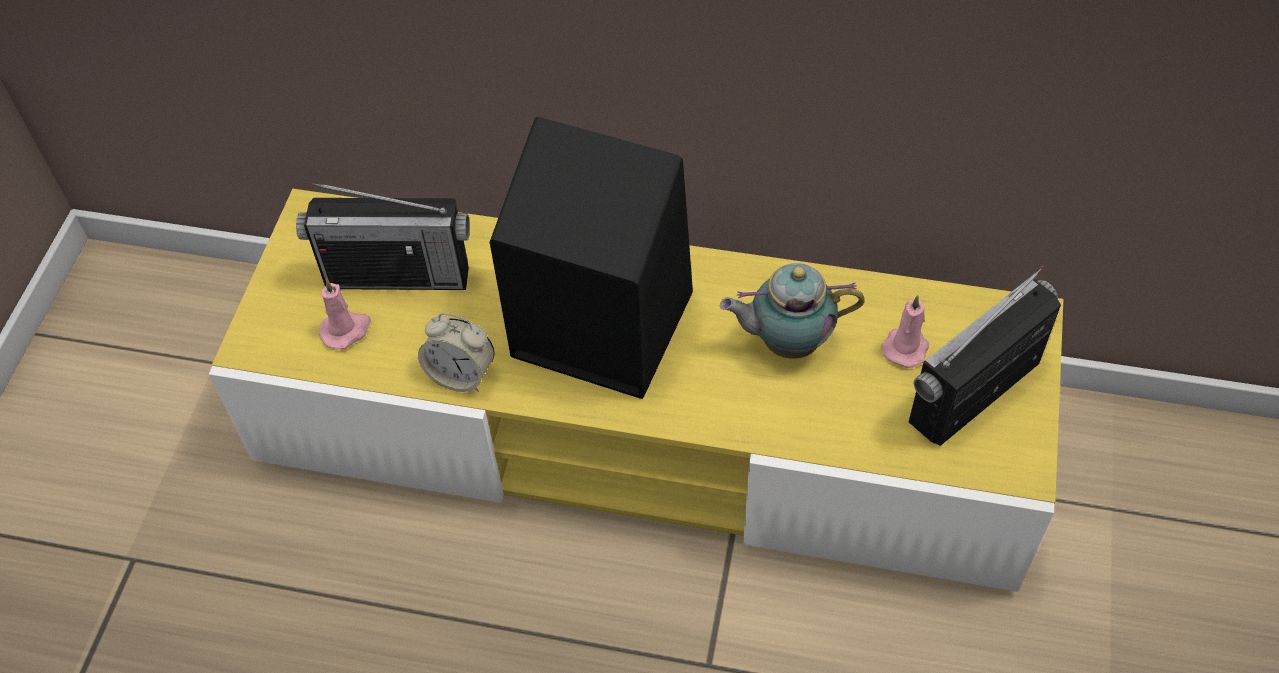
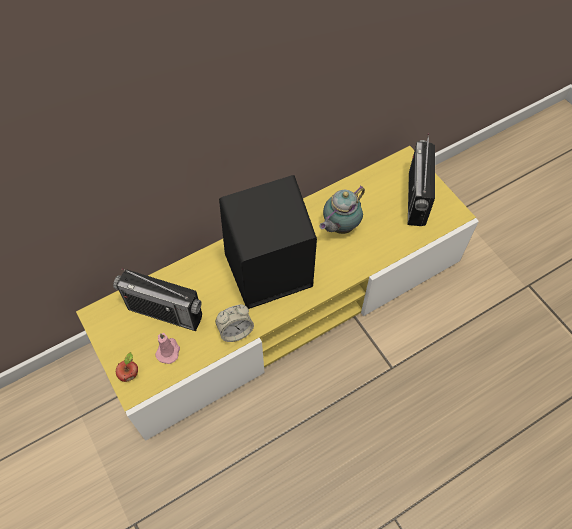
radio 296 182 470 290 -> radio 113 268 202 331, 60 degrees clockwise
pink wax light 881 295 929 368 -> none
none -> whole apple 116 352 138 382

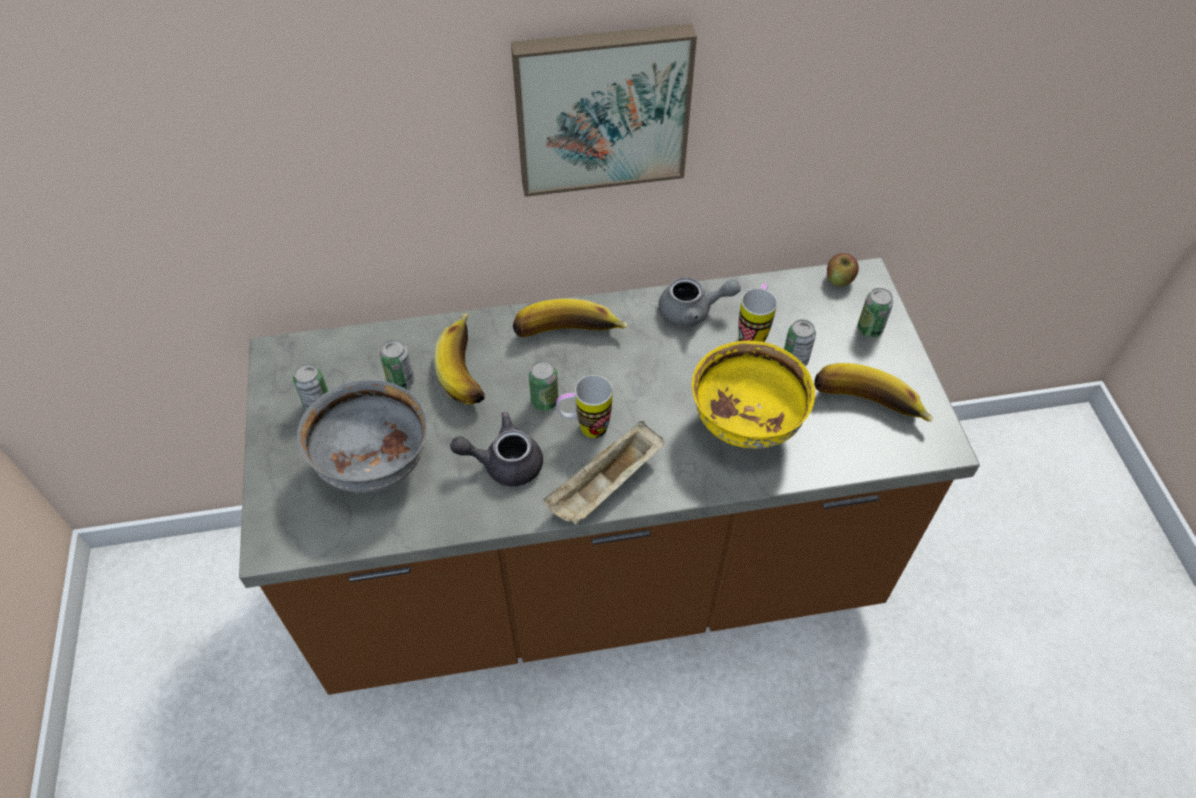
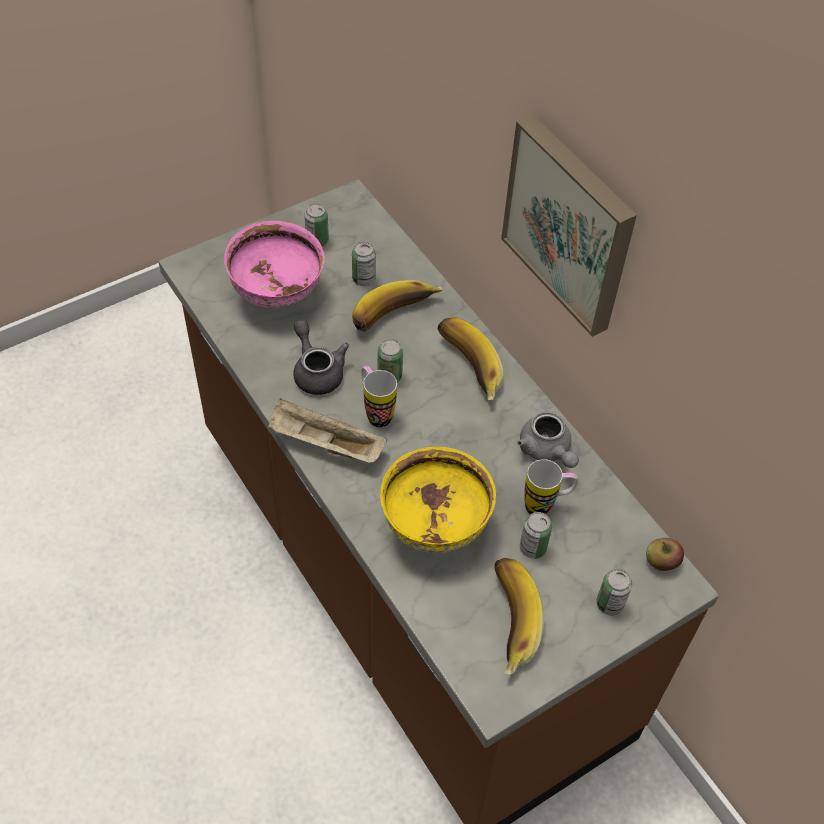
gray serving bowl 297 380 427 493 -> pink serving bowl 224 221 325 309

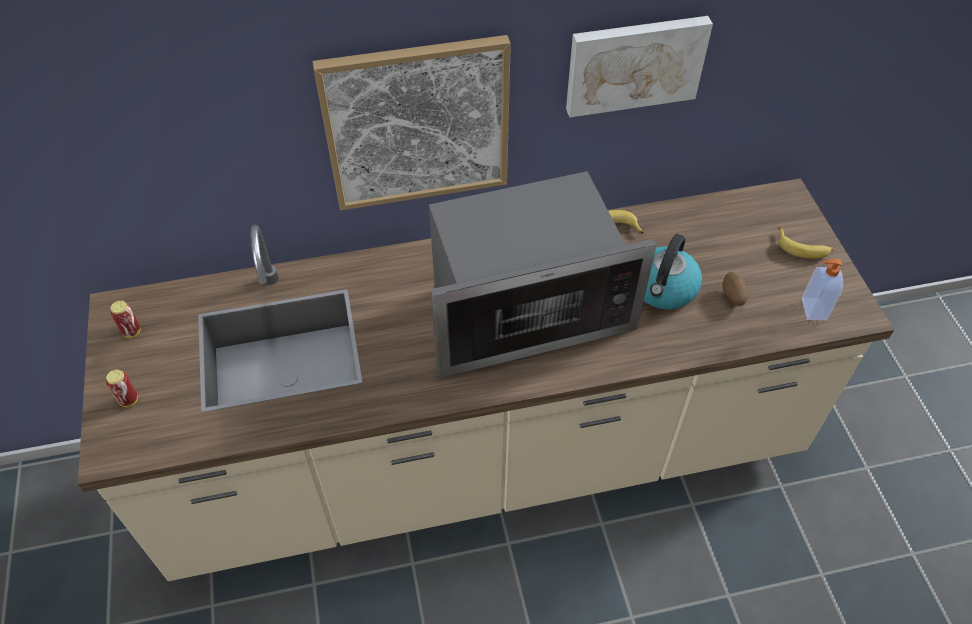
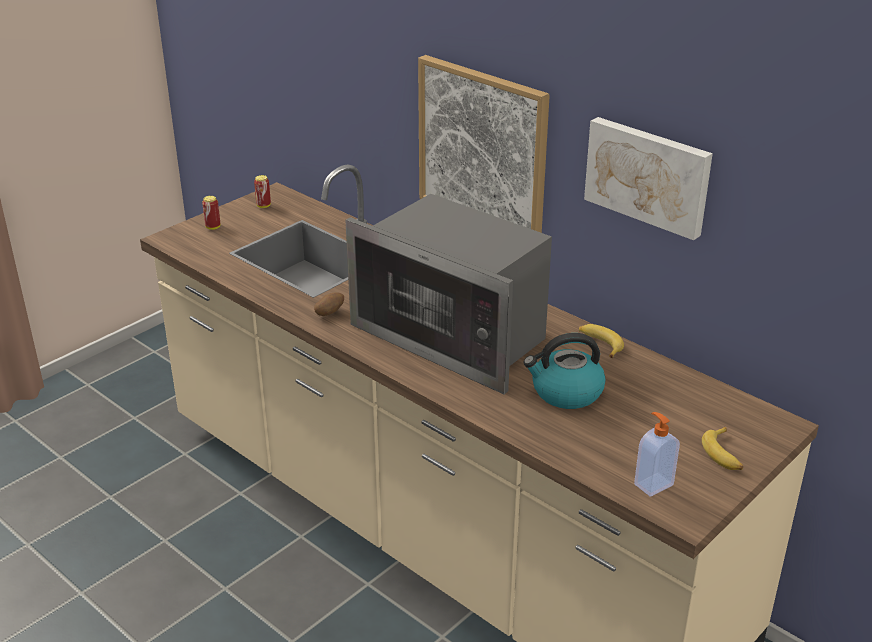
spud 723 272 748 306 -> spud 314 292 344 316, move

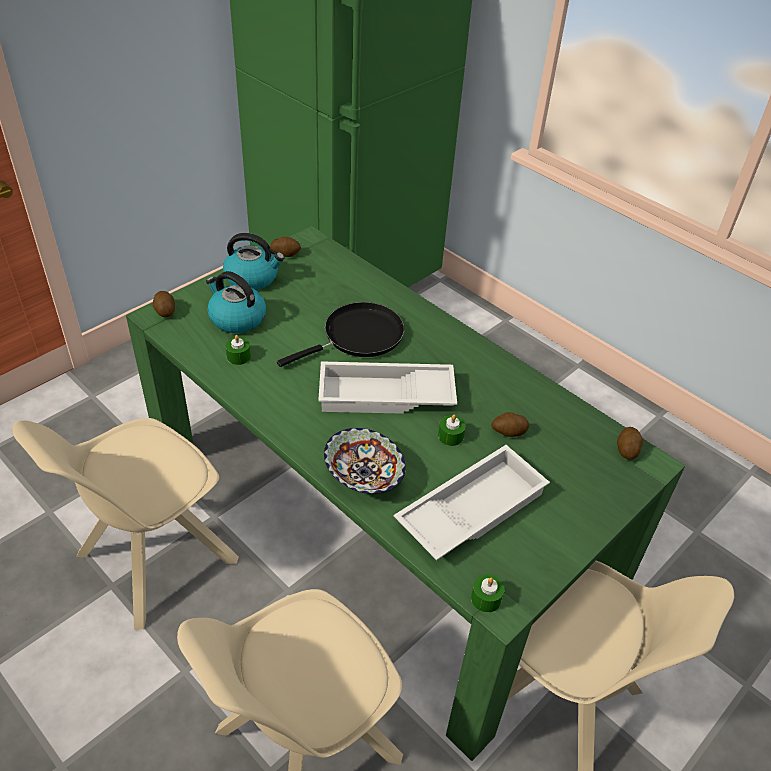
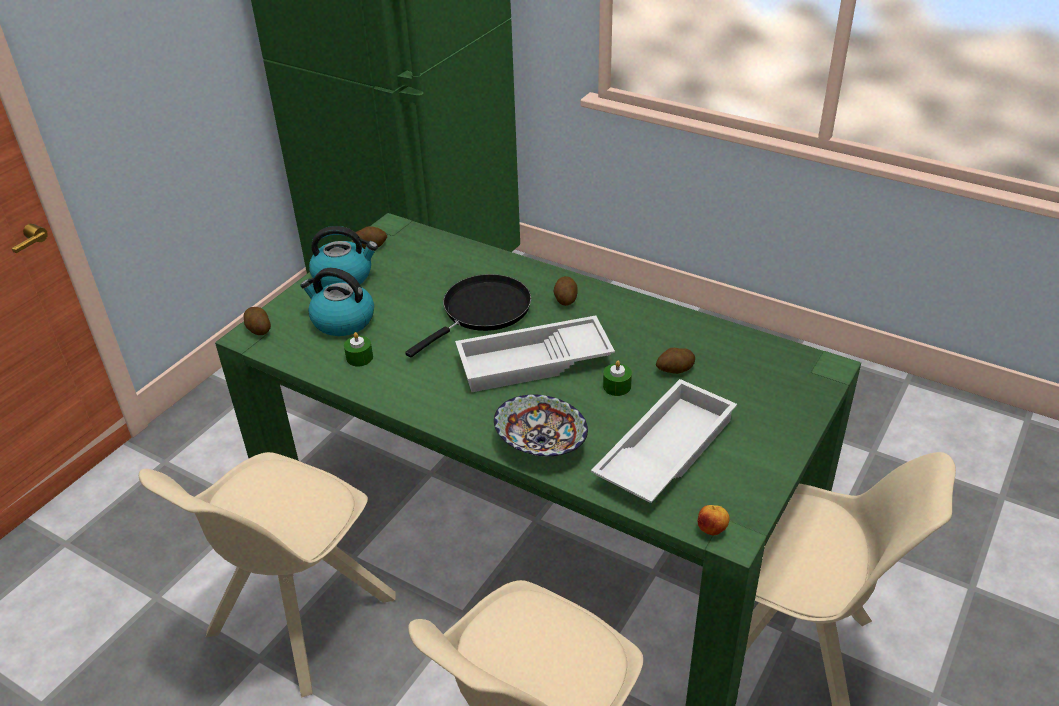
greenish wax light 471 574 505 612 -> whole apple 697 505 730 536
spud 617 427 643 460 -> spud 553 276 578 306, move

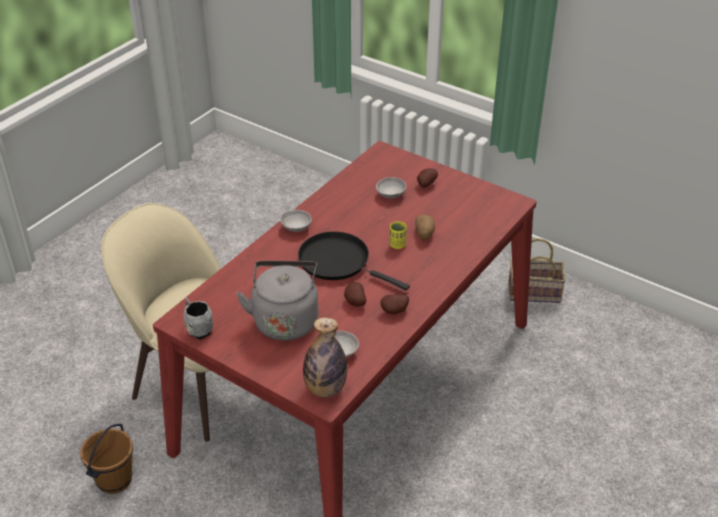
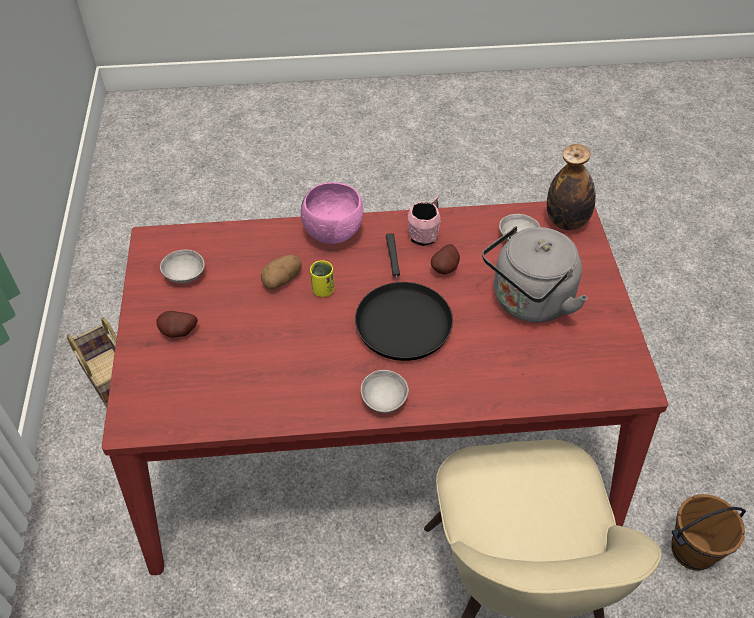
gray tea mug 183 297 213 340 -> none
gray serving bowl 376 177 406 199 -> gray serving bowl 160 250 205 283, move
spud 380 294 409 314 -> pink tea mug 408 196 441 246
none -> pink serving bowl 301 182 363 244

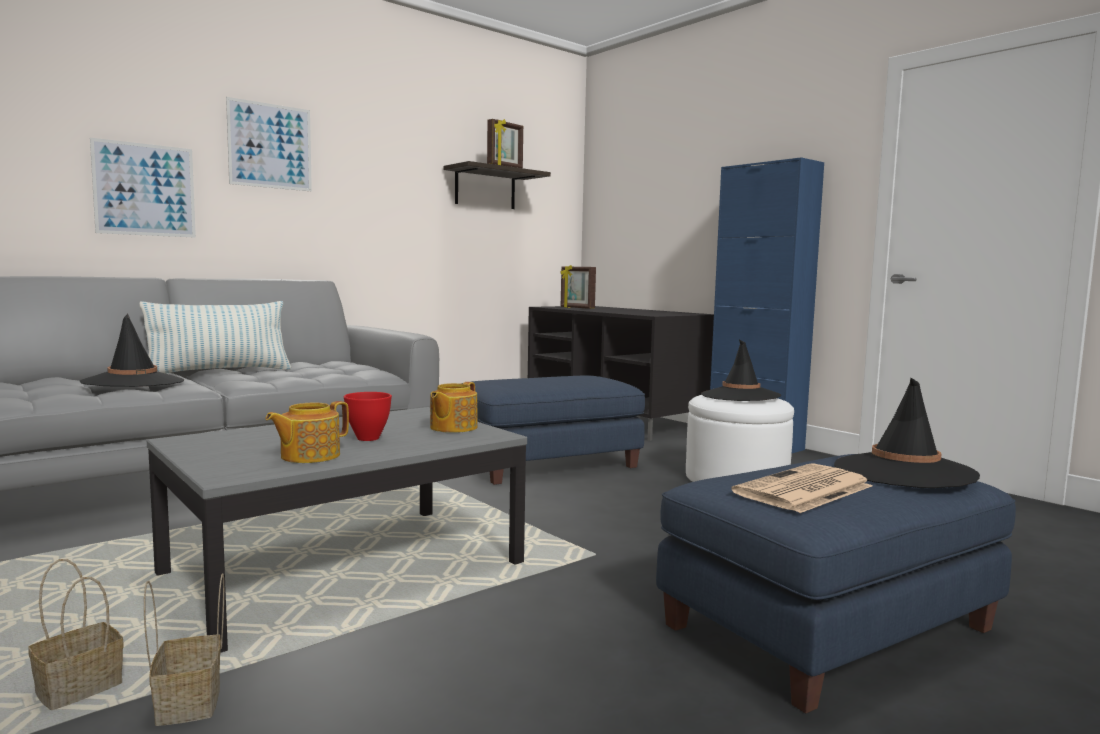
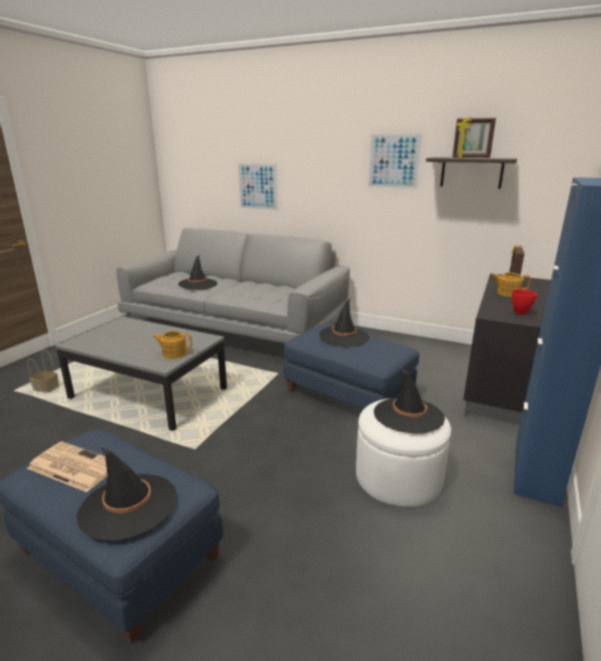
throw pillow 139 301 291 374 -> none
household basket 144 573 224 726 -> none
wall art 226 97 312 191 -> wall art 368 134 422 189, move
teapot 265 401 349 463 -> teapot 492 273 530 297, move
reddish serving bowl 344 392 392 441 -> reddish serving bowl 512 289 537 315, move
none -> black hat 319 299 369 347

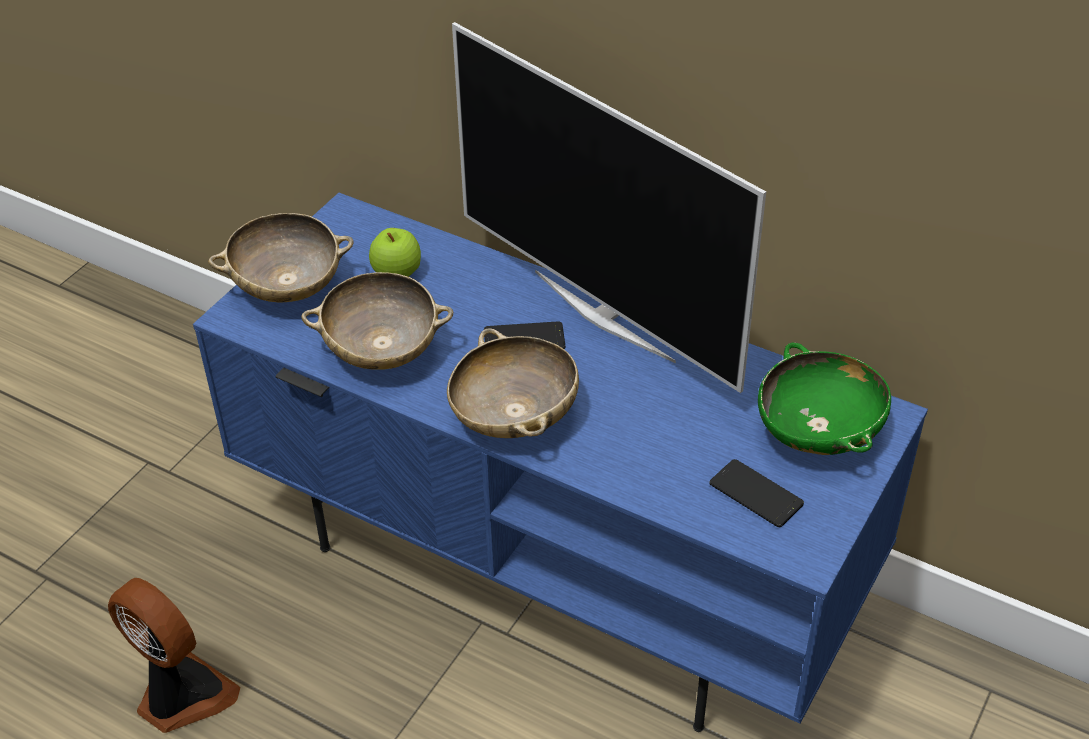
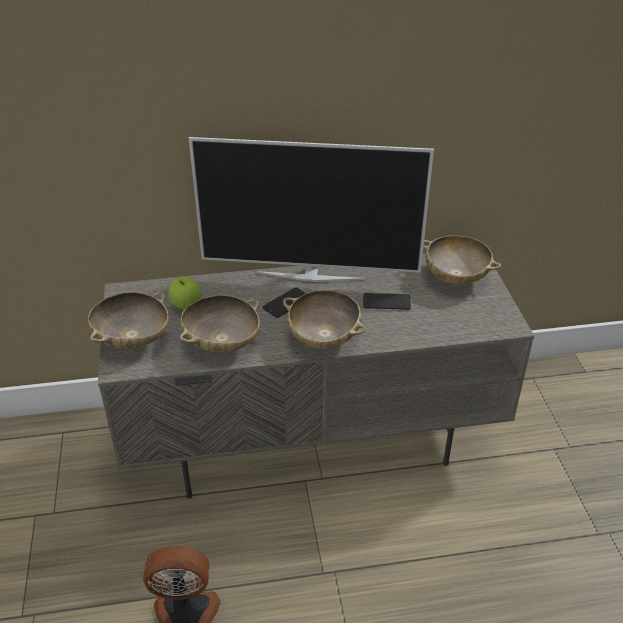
bluish tv stand 193 193 928 732 -> gray tv stand 98 254 534 499
handset 709 459 804 527 -> handset 363 293 411 310, move
greenish serving bowl 758 342 891 455 -> beige-coloured serving bowl 423 235 501 285

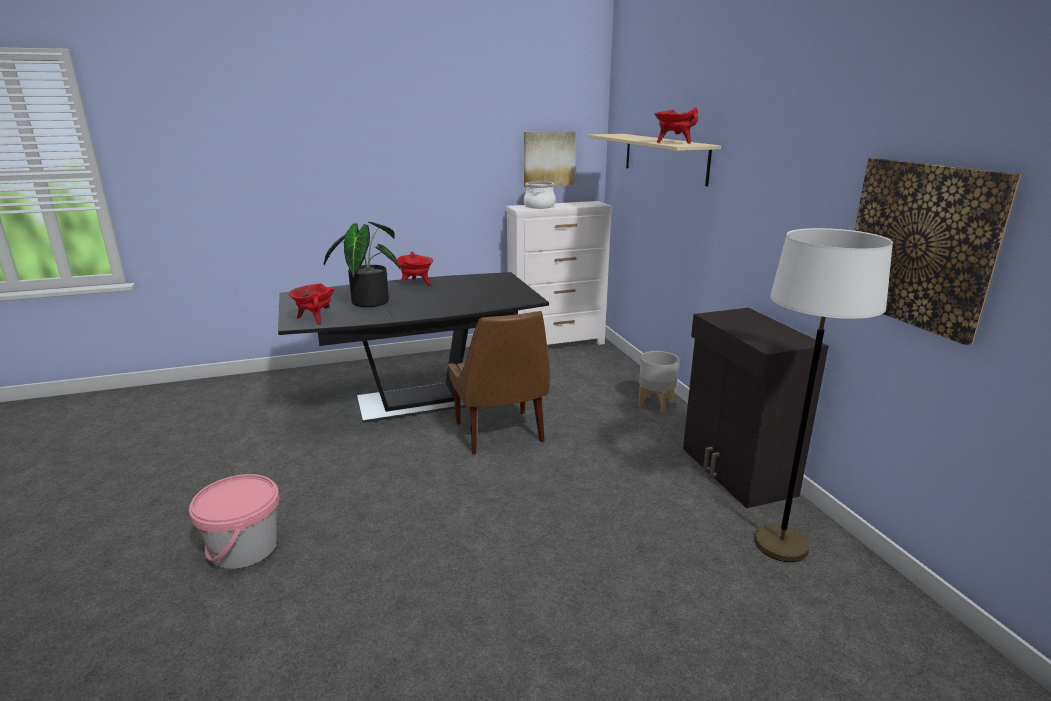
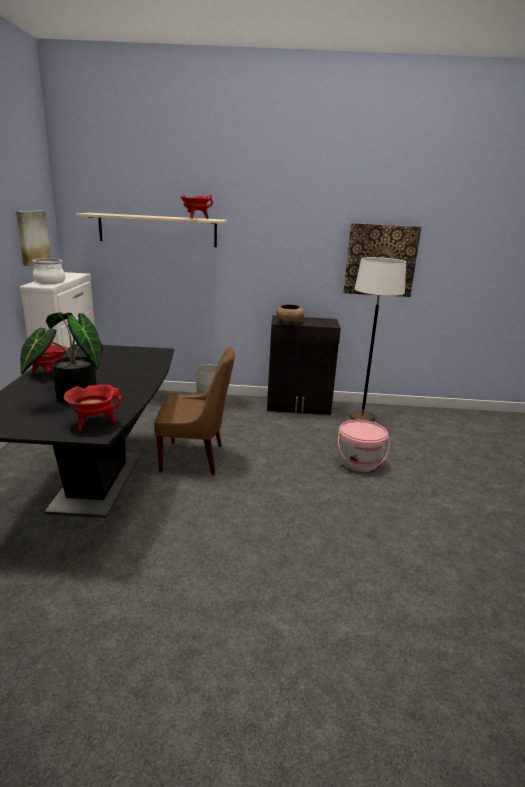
pink pail 189 474 280 569 -> pink pail 338 420 389 472, move
none -> brown-coloured serving bowl 276 304 304 324

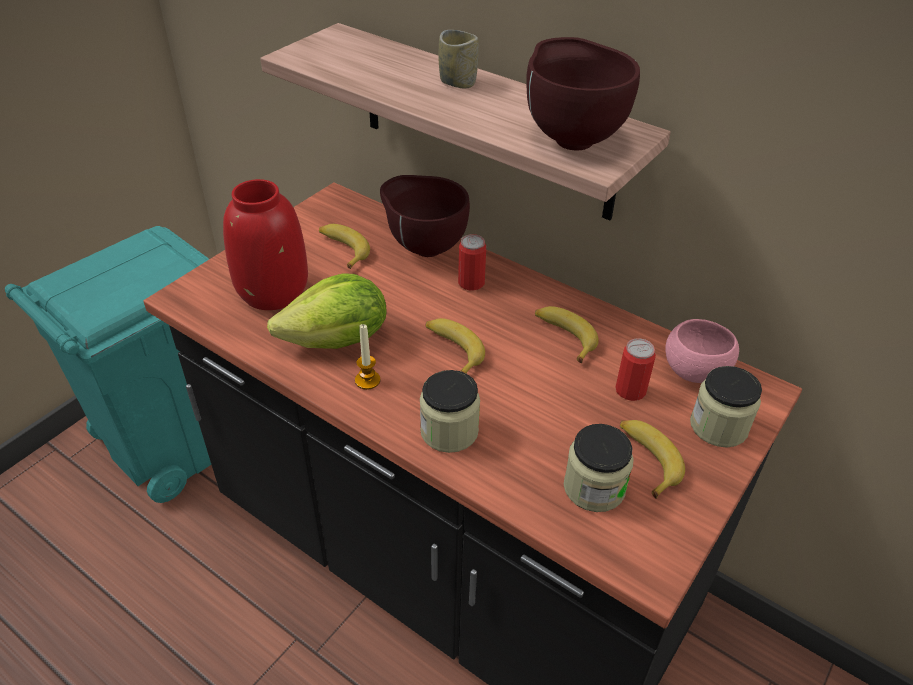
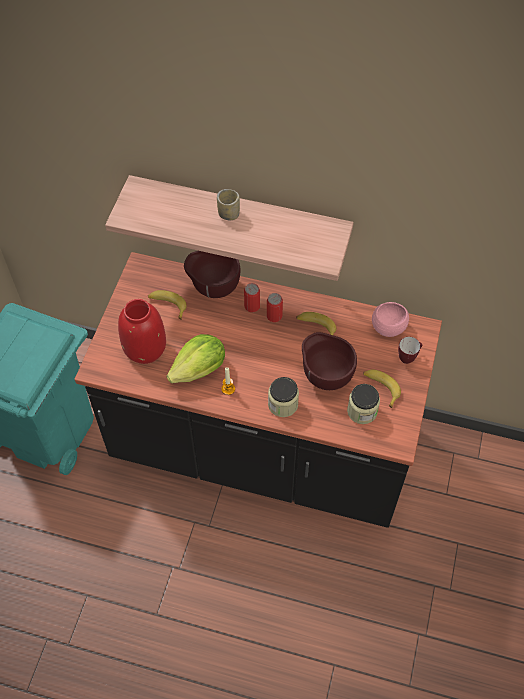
banana 426 318 485 373 -> none
brown-coloured serving bowl 526 37 640 151 -> brown-coloured serving bowl 302 332 357 390, move
metal can 615 338 656 401 -> metal can 267 293 283 322, move
preserve jar 690 366 762 447 -> tea mug 398 337 422 364

